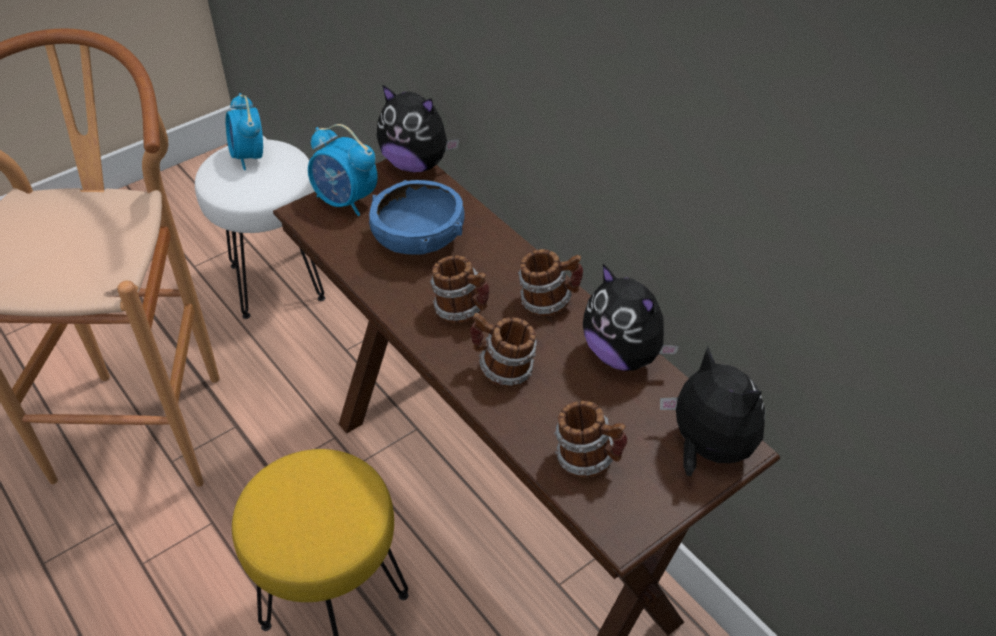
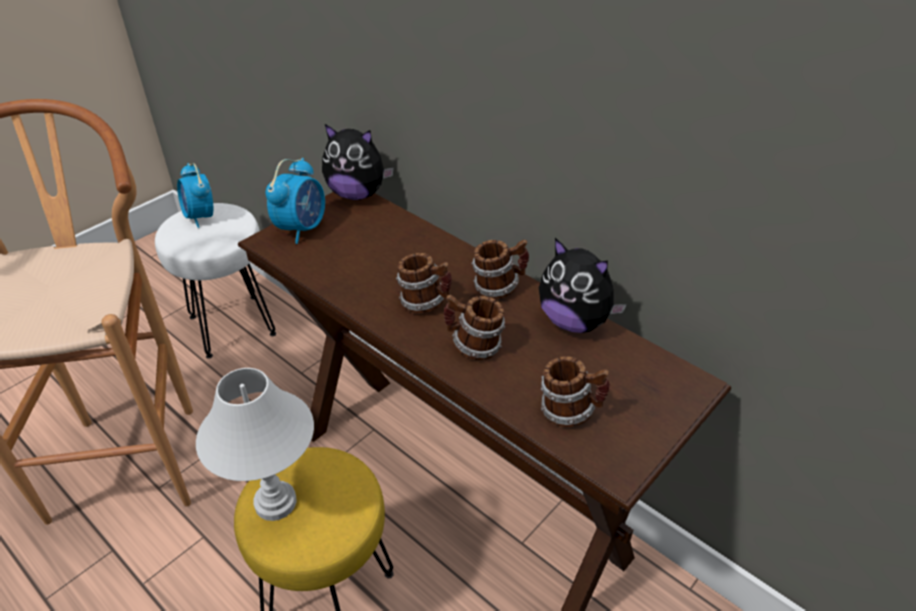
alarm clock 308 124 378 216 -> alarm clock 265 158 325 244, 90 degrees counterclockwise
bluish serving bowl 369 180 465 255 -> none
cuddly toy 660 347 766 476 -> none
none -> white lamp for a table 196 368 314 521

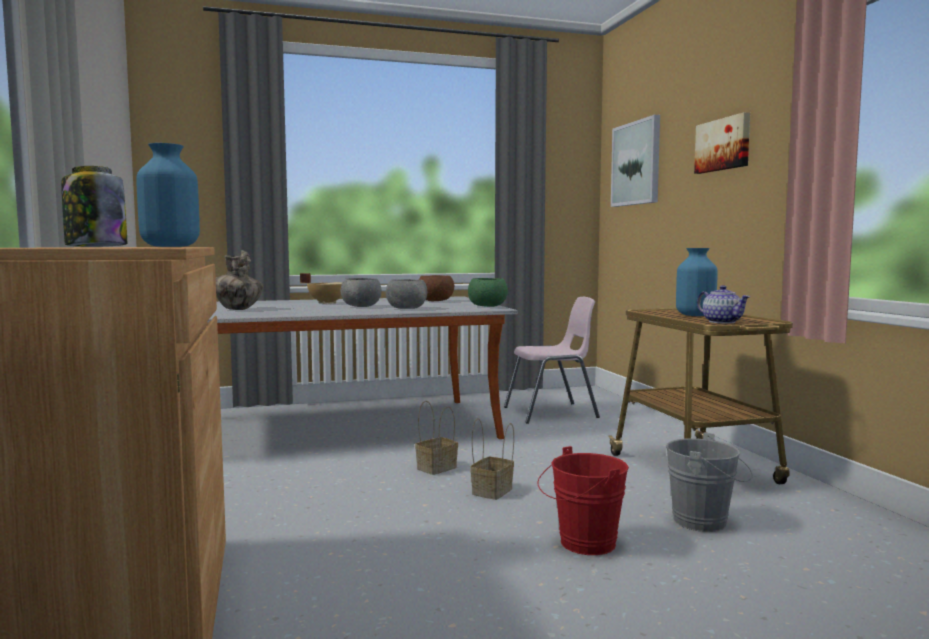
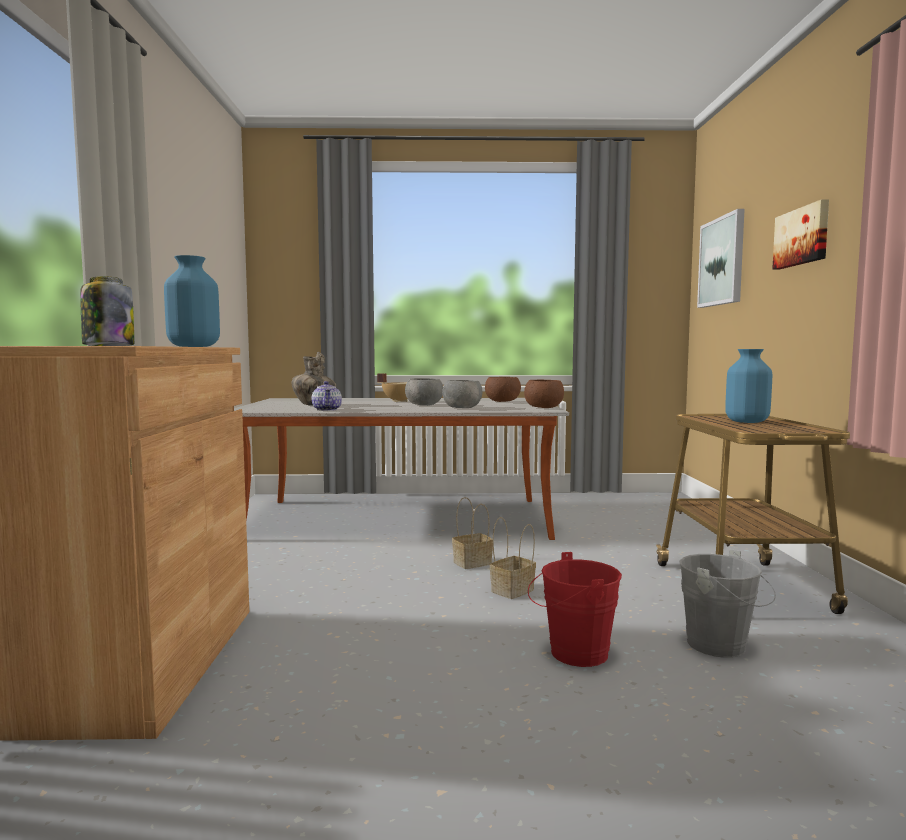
greenish serving bowl 468 278 508 307 -> brown-coloured serving bowl 524 380 564 408
pink plain chair 504 297 600 424 -> none
teapot 697 285 750 324 -> teapot 312 381 342 411, move

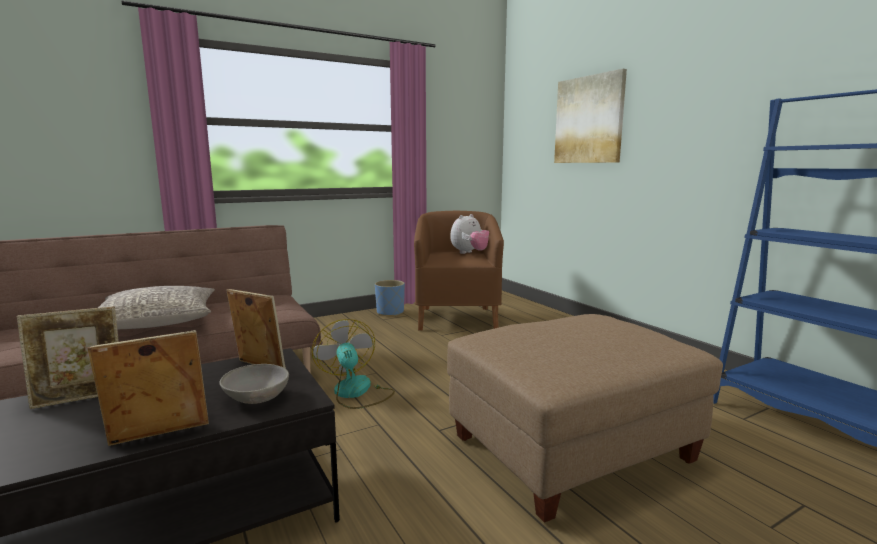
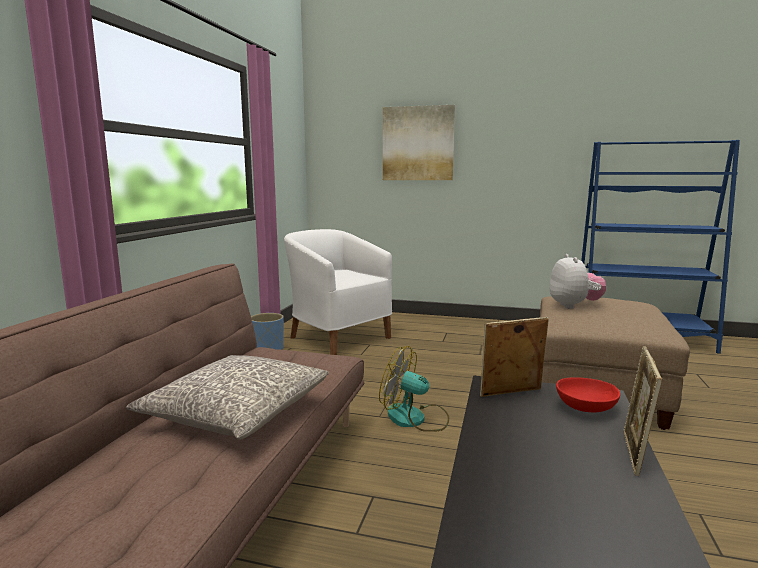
standing frame 17 307 119 409 -> none
gray serving bowl 219 364 289 404 -> reddish serving bowl 556 377 620 412
brown-coloured easy chair 414 211 504 330 -> white easy chair 284 229 392 355
cuddly toy 450 214 489 254 -> cuddly toy 549 254 606 309, move

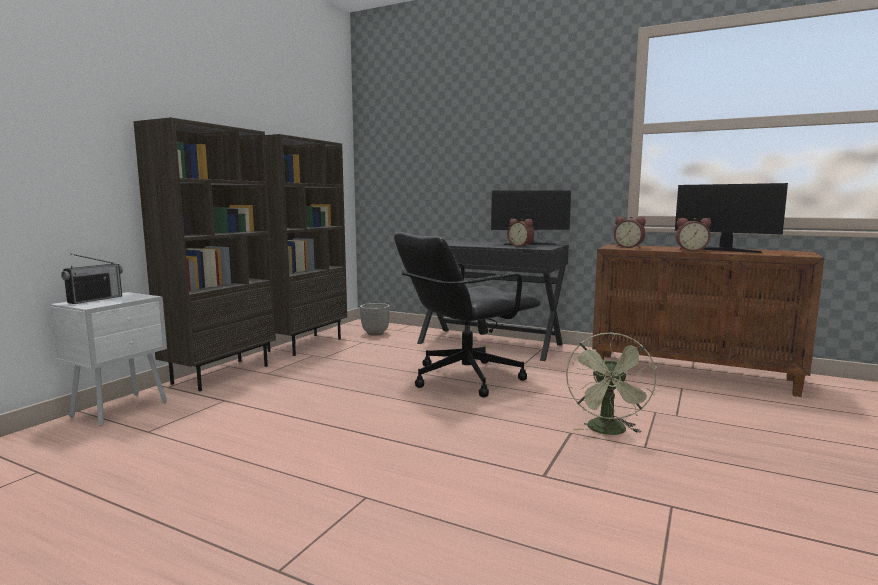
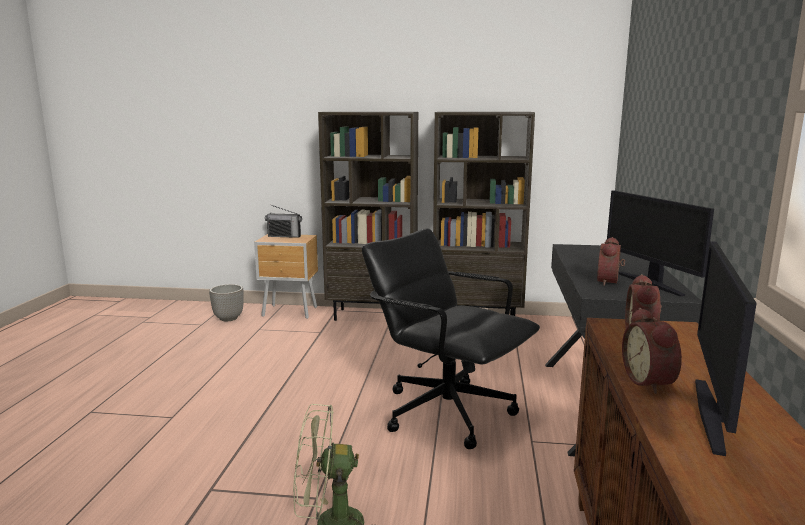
white bedside table 50 292 167 427 -> brown-coloured bedside table 254 234 318 319
planter 360 303 390 336 -> planter 209 284 244 321, move

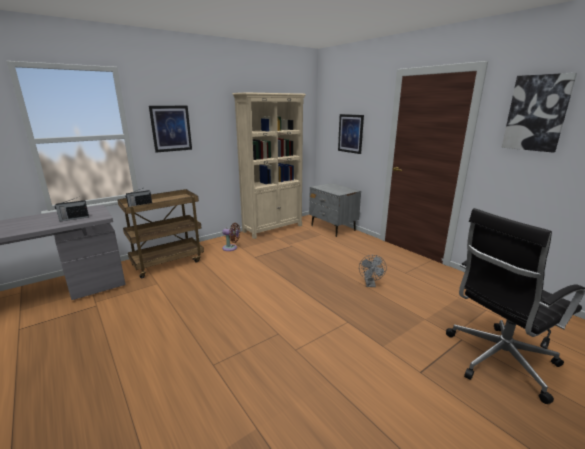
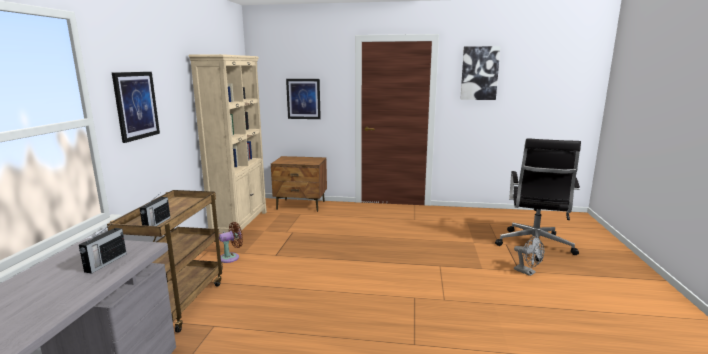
gray bedside table 309 183 361 237 -> brown-coloured bedside table 271 156 327 212
gray fan 359 255 387 287 -> gray fan 514 236 544 276, move

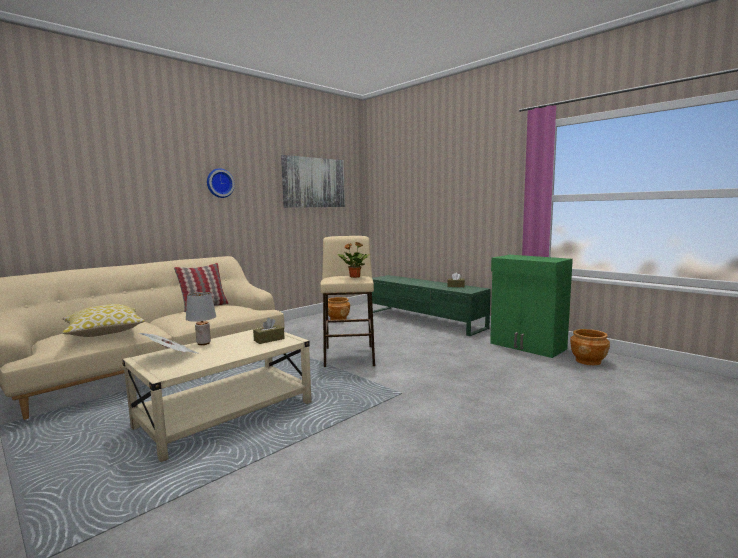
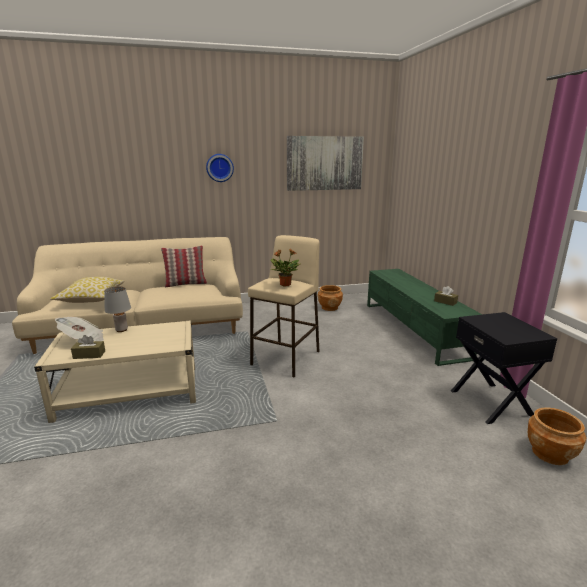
brown-coloured tissue box 253 318 285 344 -> brown-coloured tissue box 71 335 105 359, move
greenish cupboard 490 255 573 358 -> black bedside table 451 312 557 424

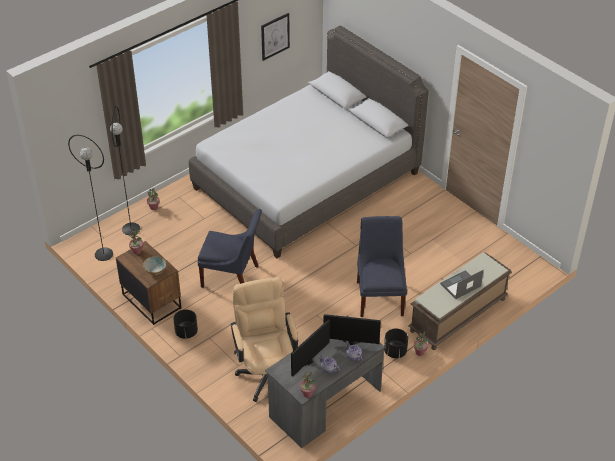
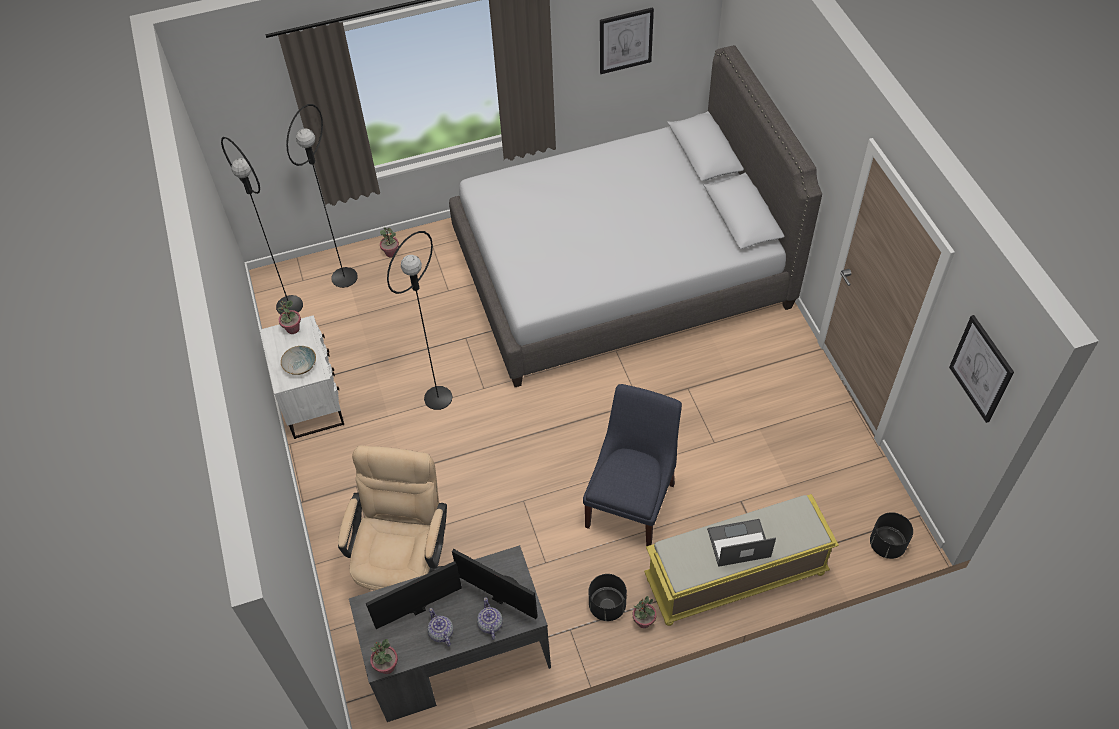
brown-coloured bedside table 116 241 181 325 -> white bedside table 260 315 344 439
black planter 173 309 198 339 -> black planter 870 512 913 559, move
bluish plain chair 198 209 262 288 -> black floor lamp 387 231 452 410
brown-coloured long seat 408 252 512 350 -> yellow-coloured long seat 644 494 839 626
none -> wall art 949 315 1014 423

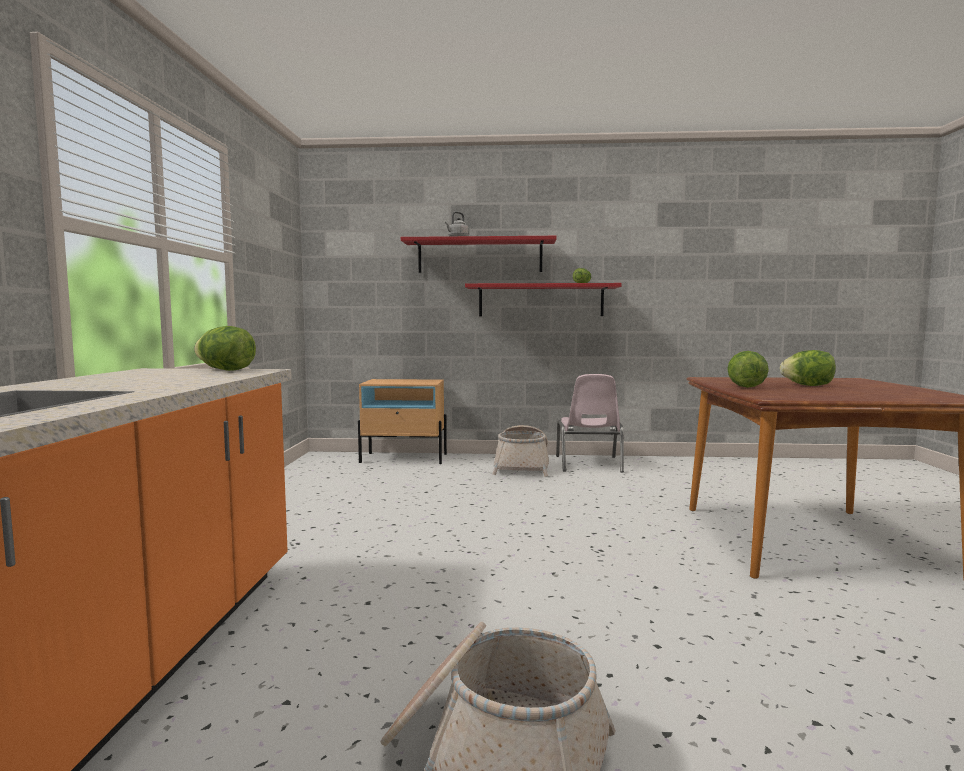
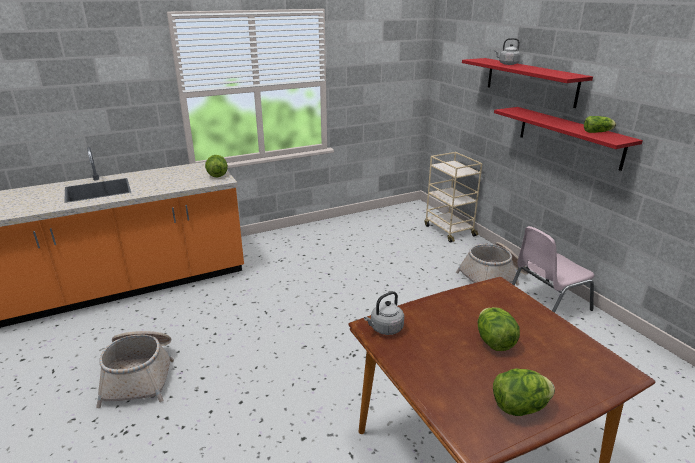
beige-coloured bedside table 358 379 447 464 -> beige-coloured trolley 424 152 483 242
head of lettuce 727 351 769 388 -> head of lettuce 493 368 555 416, move
none -> gray water kettle 364 291 404 335

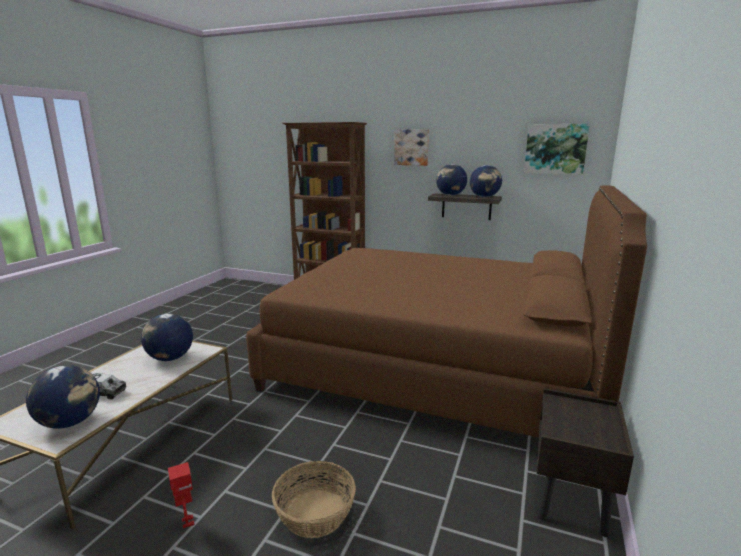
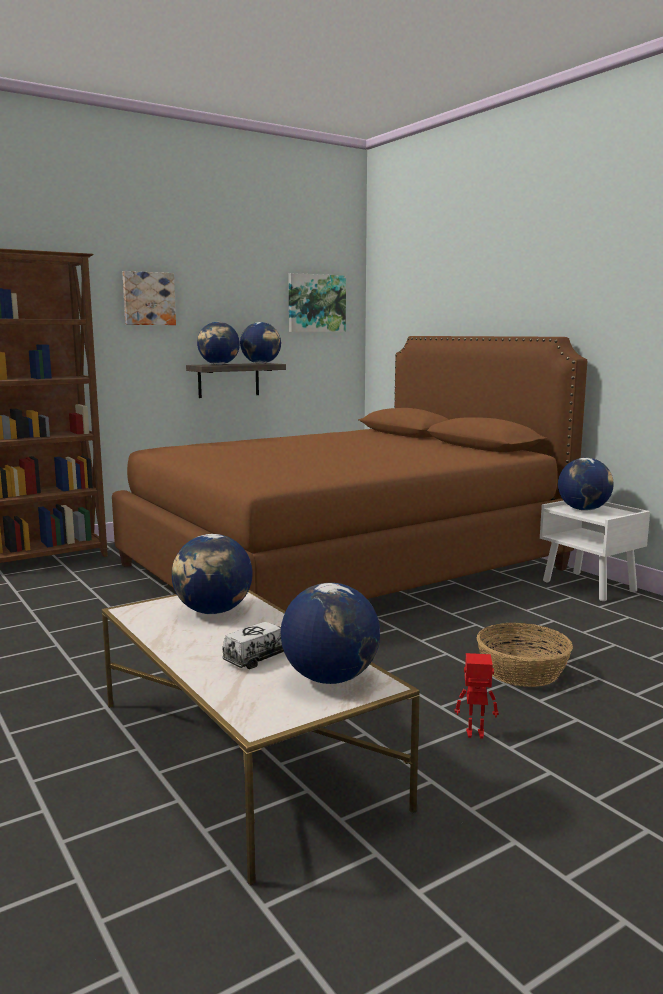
brown-coloured bedside table 537 388 634 537 -> white bedside table 540 501 650 601
none -> desk globe 558 458 613 511

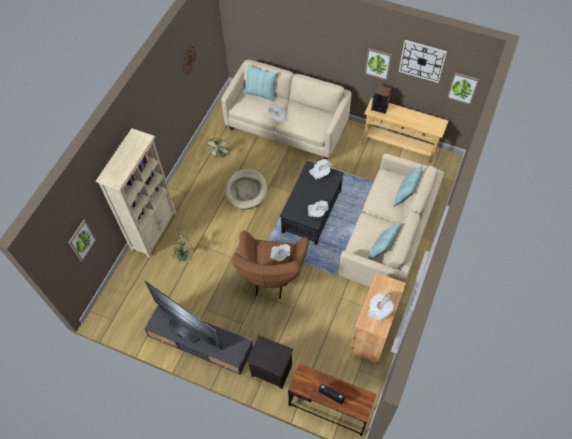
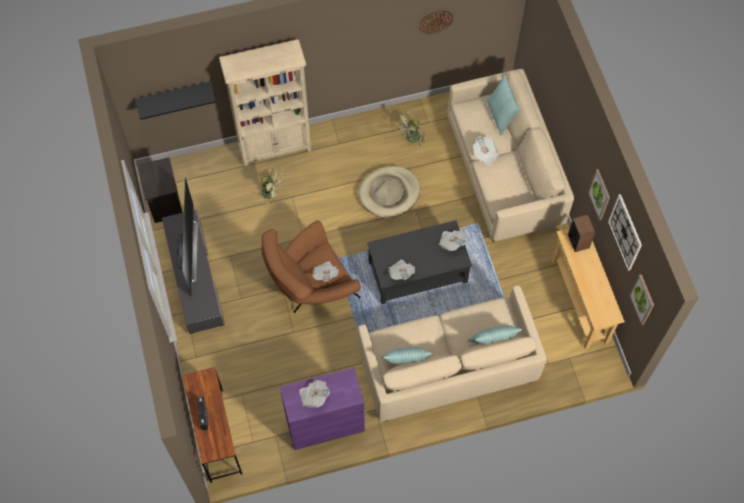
wall art 68 219 97 262 -> black shelf 136 82 216 120
black bedside table 246 336 293 389 -> black bedside table 137 157 183 223, move
brown-coloured cupboard 350 272 406 365 -> purplish cupboard 280 367 365 450

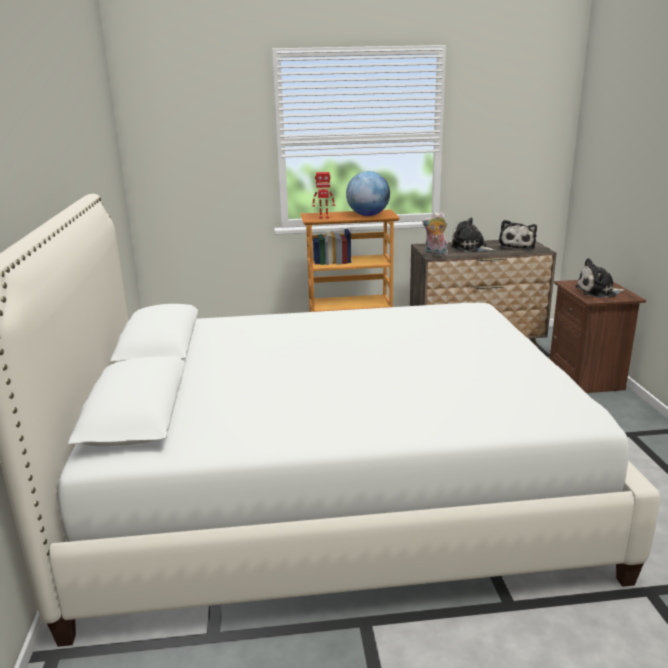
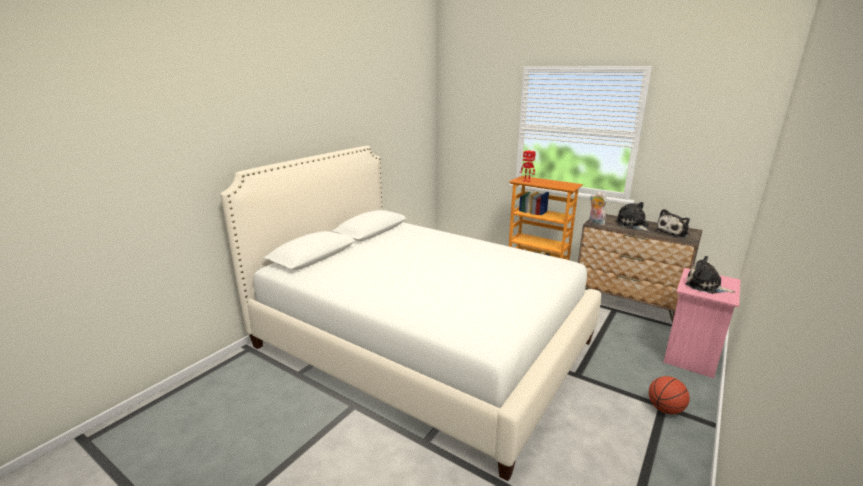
desk globe 346 171 390 216 -> none
brown-coloured bedside table 550 280 646 393 -> pink bedside table 663 268 741 378
none -> ball for basketball 649 376 690 414

